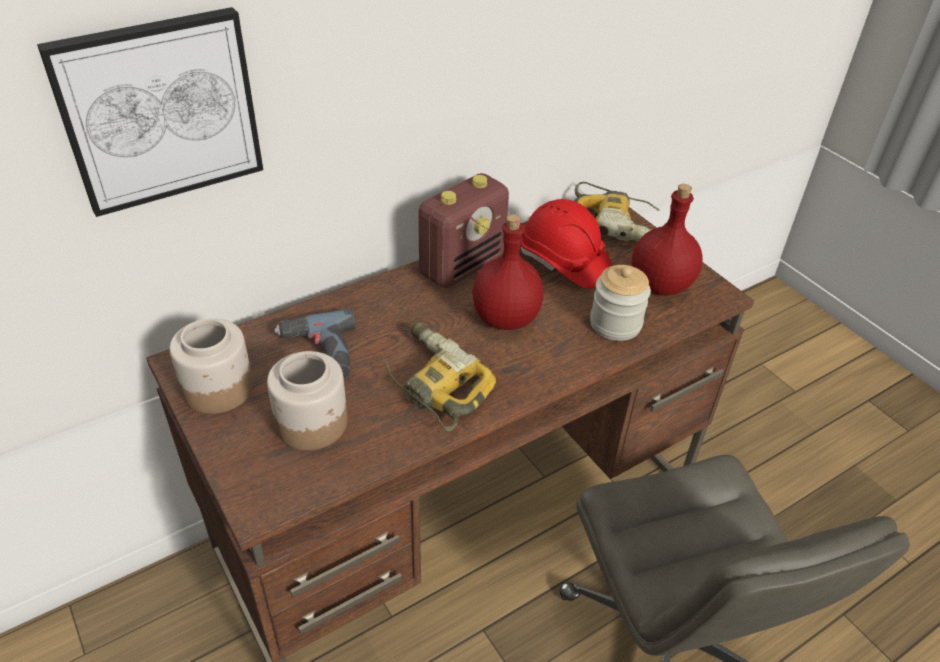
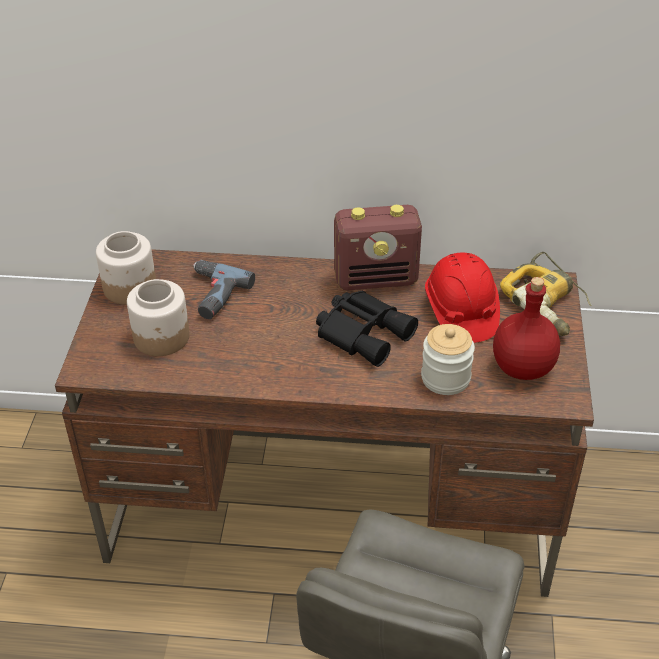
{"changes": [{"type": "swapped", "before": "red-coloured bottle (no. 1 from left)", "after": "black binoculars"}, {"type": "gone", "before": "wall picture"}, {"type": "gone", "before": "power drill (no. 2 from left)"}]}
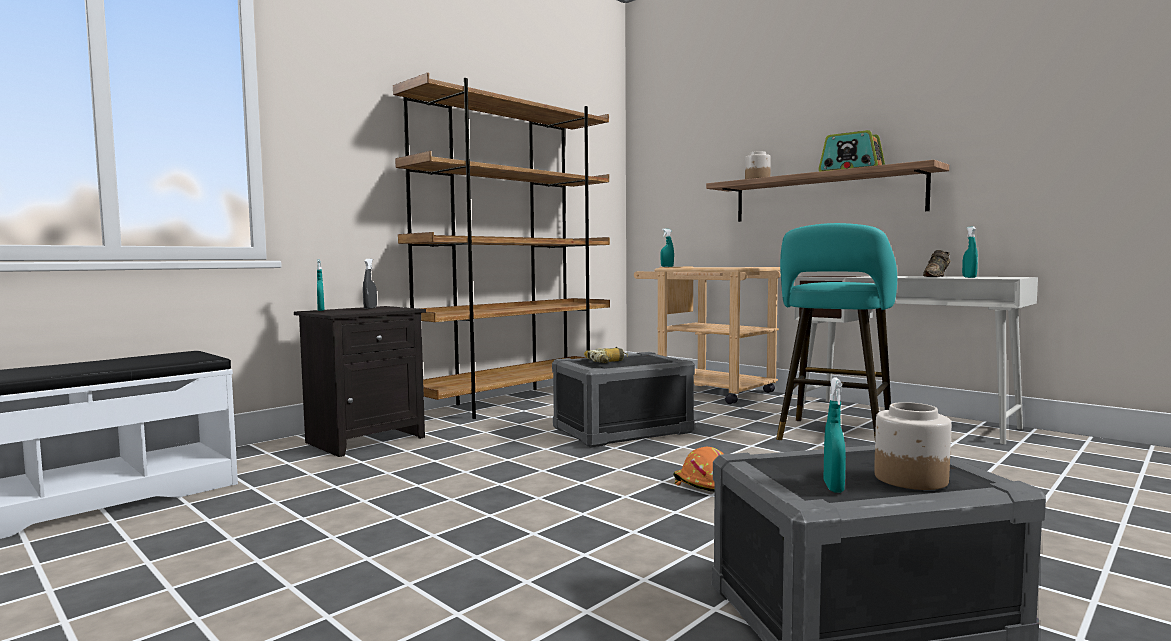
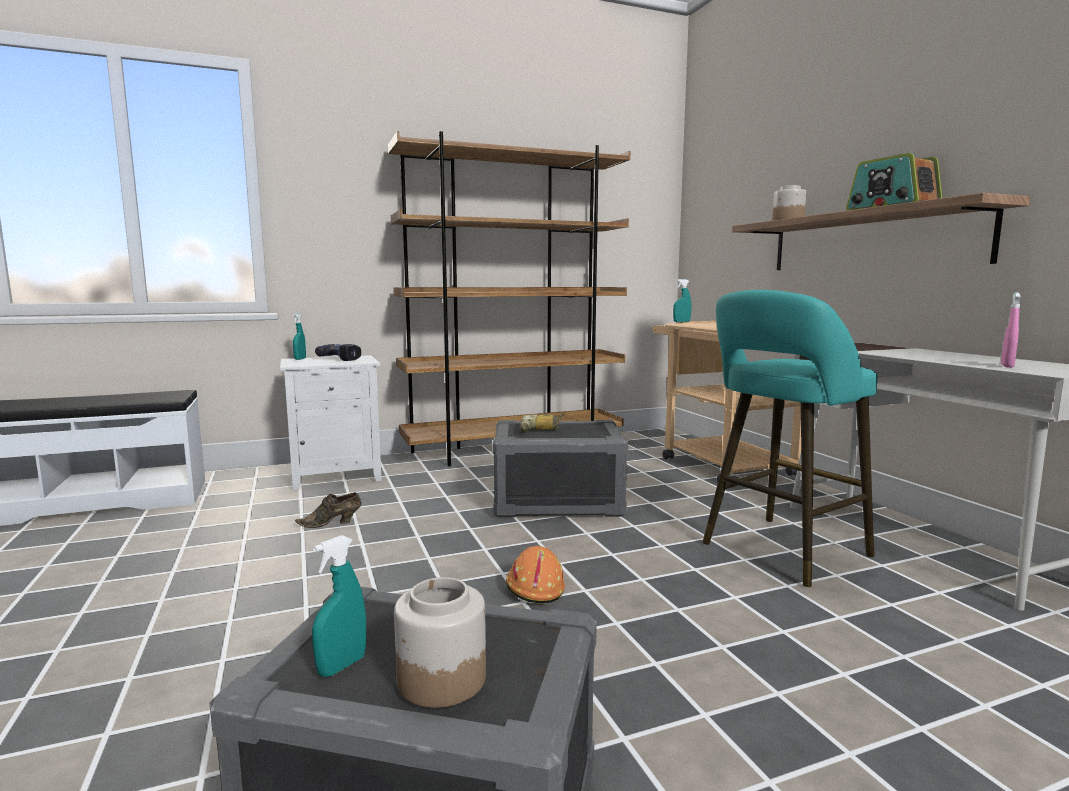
{"changes": [{"type": "repainted", "before": "black bedside table", "after": "white bedside table"}, {"type": "shifted", "before": "brown low shoe"}, {"type": "swapped", "before": "greyish spray bottle", "after": "power drill (no. 1 from left)"}, {"type": "repainted", "before": "turquoise spray bottle (no. 4 from left)", "after": "pinkish spray bottle"}]}
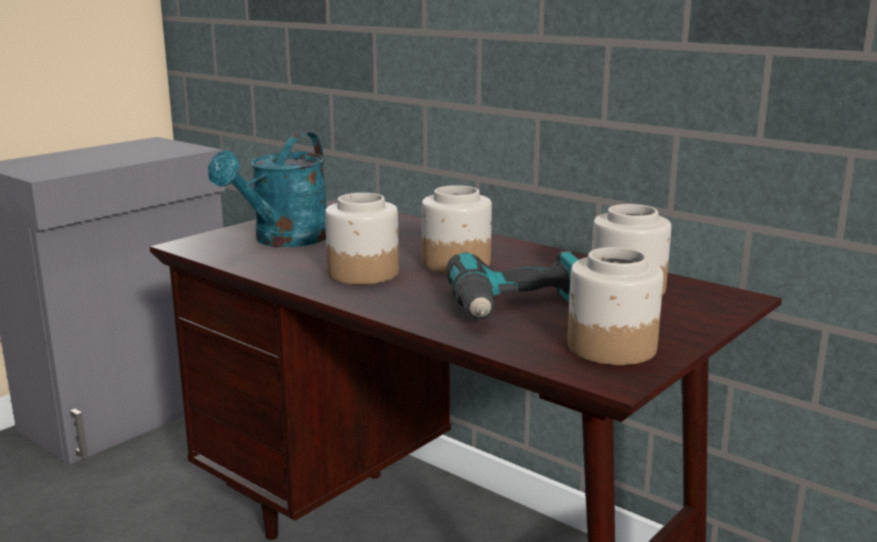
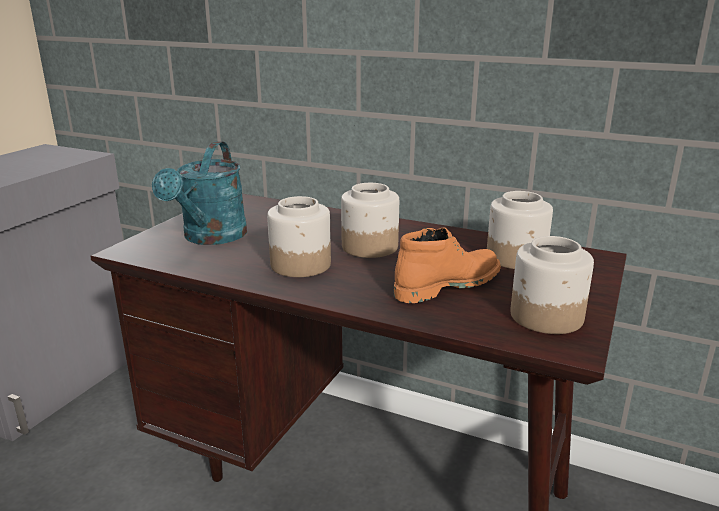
{"changes": [{"type": "swapped", "before": "power drill", "after": "orangey tall boot"}]}
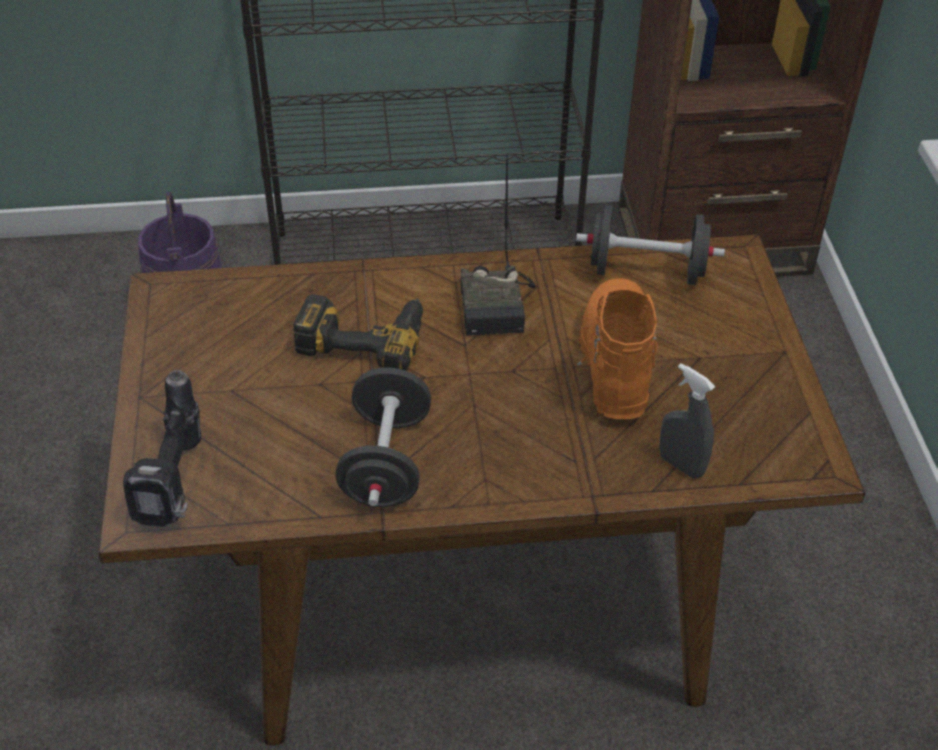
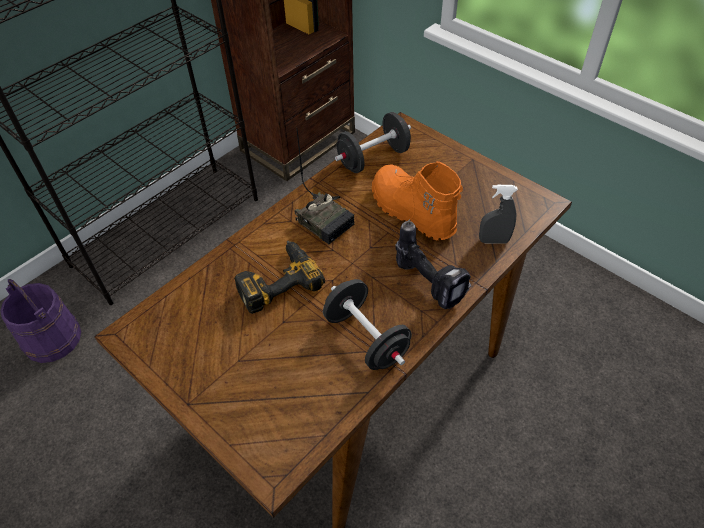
{"changes": [{"type": "shifted", "before": "power drill (no. 1 from left in the first image)", "after": "power drill (no. 2 from left)"}]}
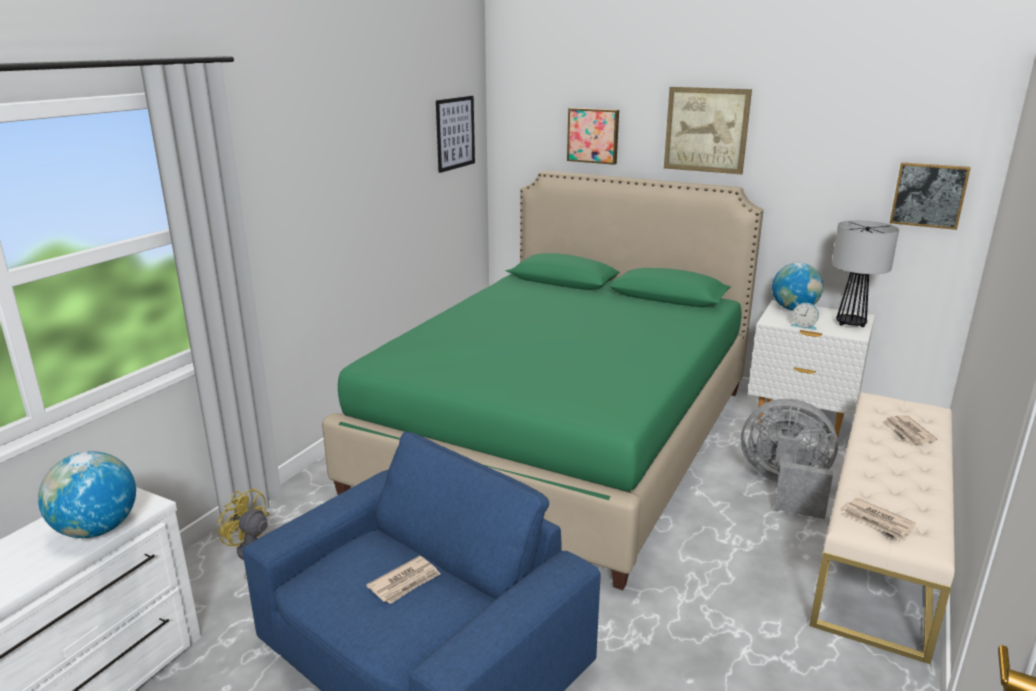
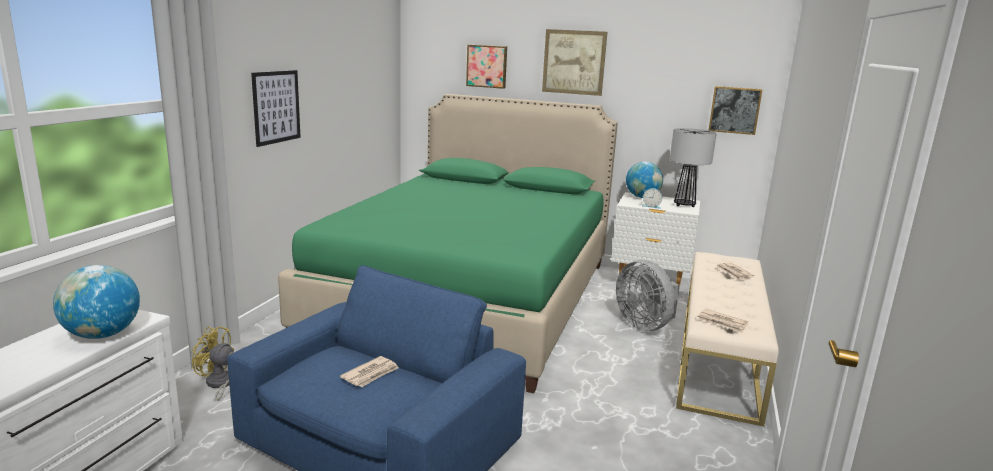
{"changes": [{"type": "shifted", "before": "wall picture (no. 1 from left)"}, {"type": "rotated", "before": "greyish cooling fan", "turn": -135}]}
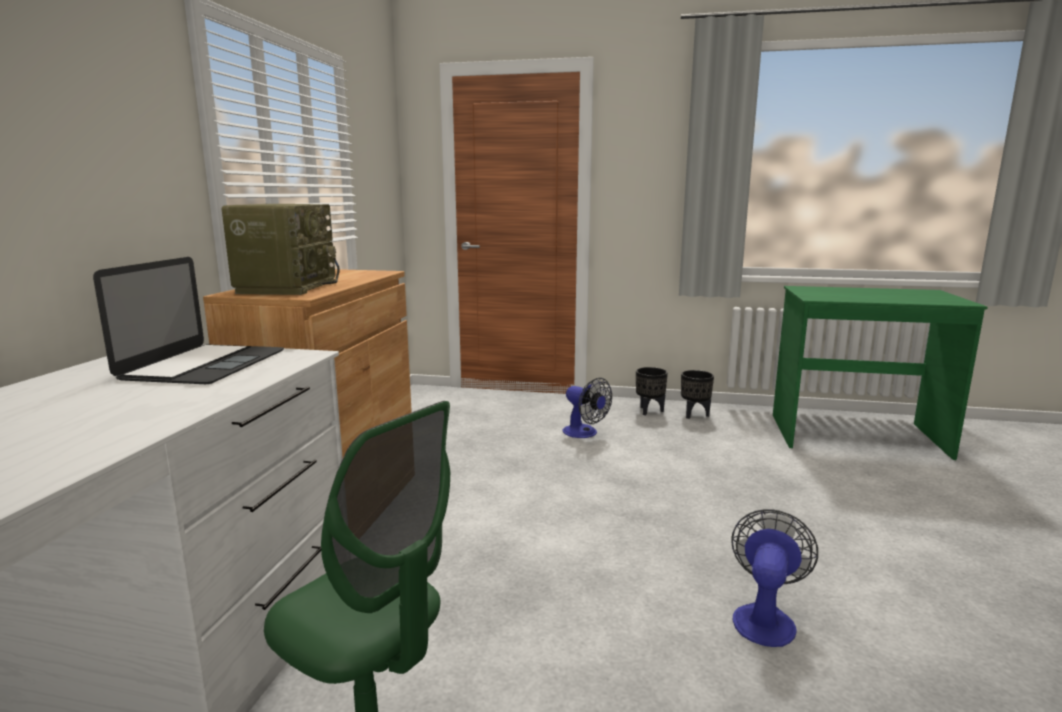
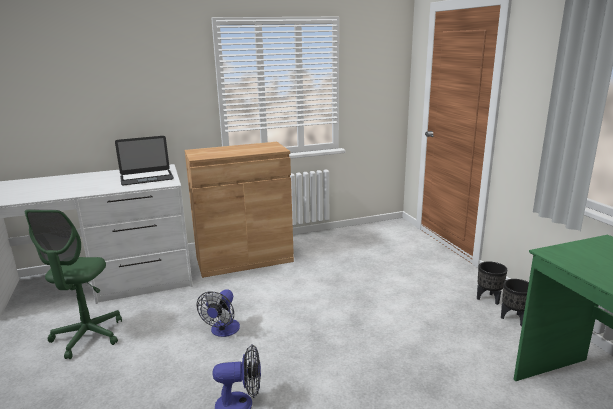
{"changes": [{"type": "shifted", "before": "cooling fan (no. 1 from left)"}, {"type": "gone", "before": "radio"}]}
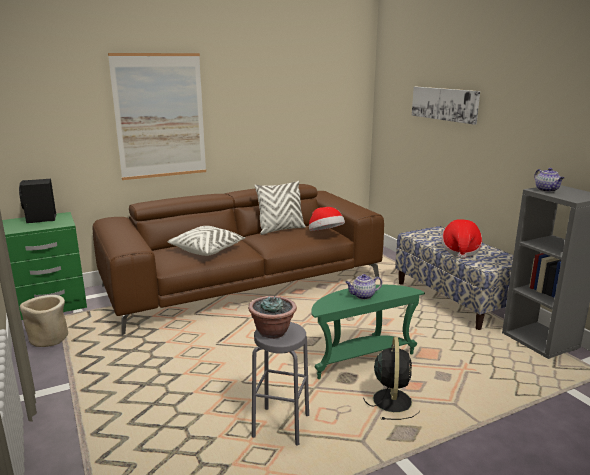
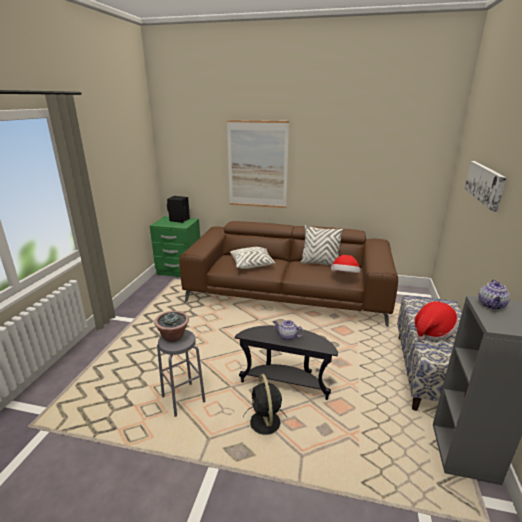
{"changes": [{"type": "repainted", "before": "green-coloured end table", "after": "black end table"}, {"type": "rotated", "before": "black cooling fan", "turn": 120}, {"type": "gone", "before": "sand-coloured flower pot"}]}
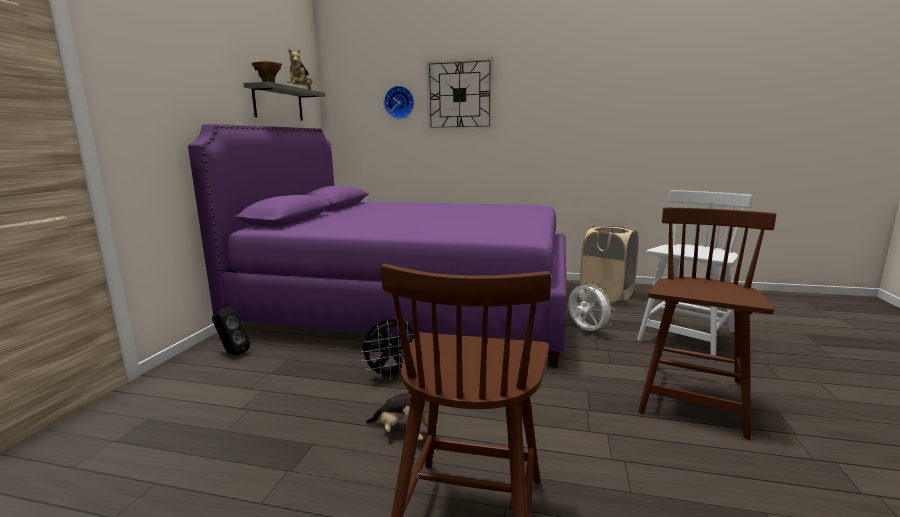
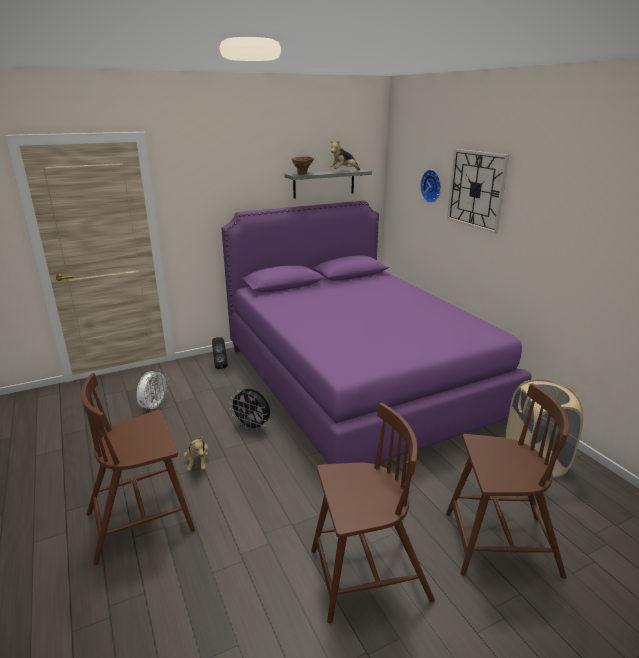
{"changes": [{"type": "shifted", "before": "white cooling fan"}, {"type": "repainted", "before": "white plain chair", "after": "brown plain chair (no. 3 from left)"}]}
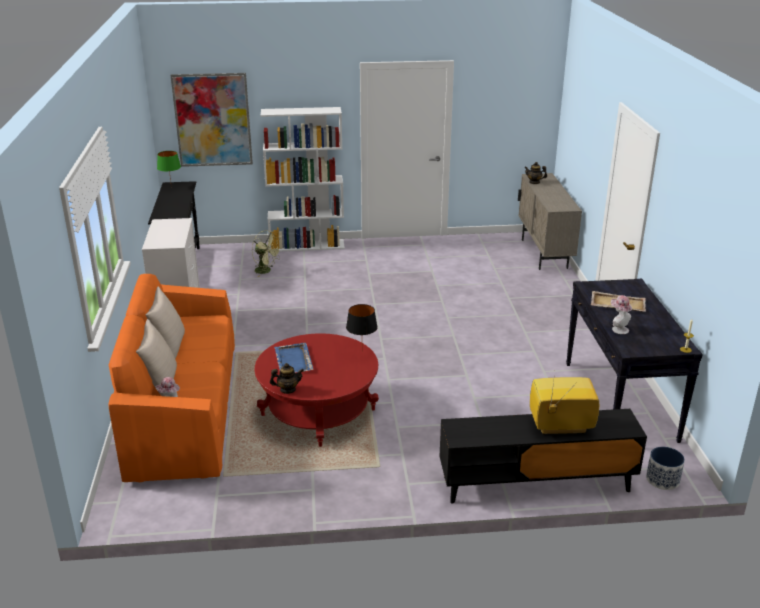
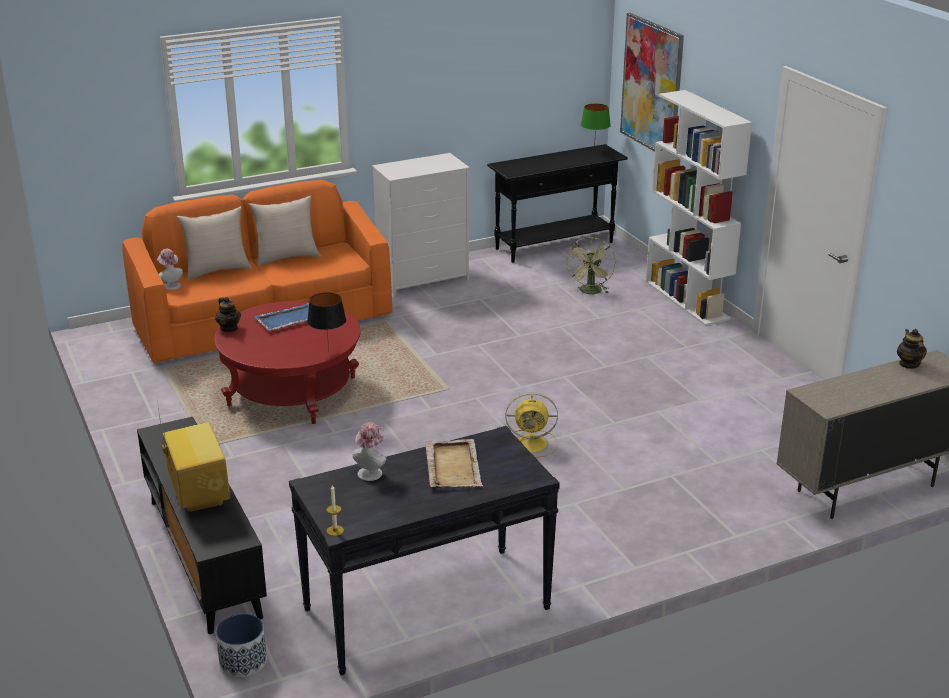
{"changes": [{"type": "new", "after": "yellow cooling fan"}]}
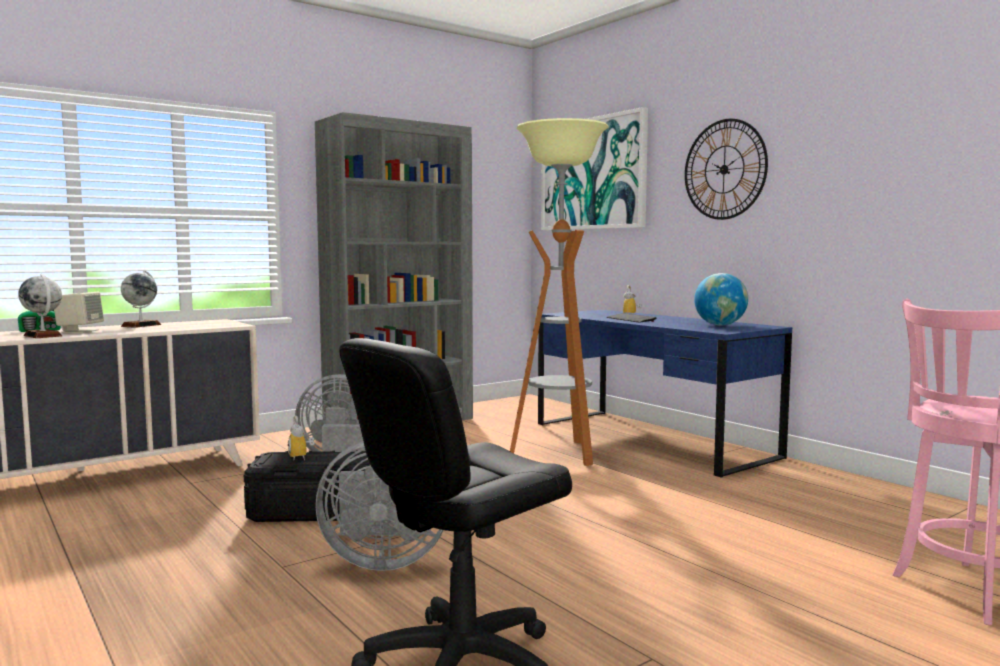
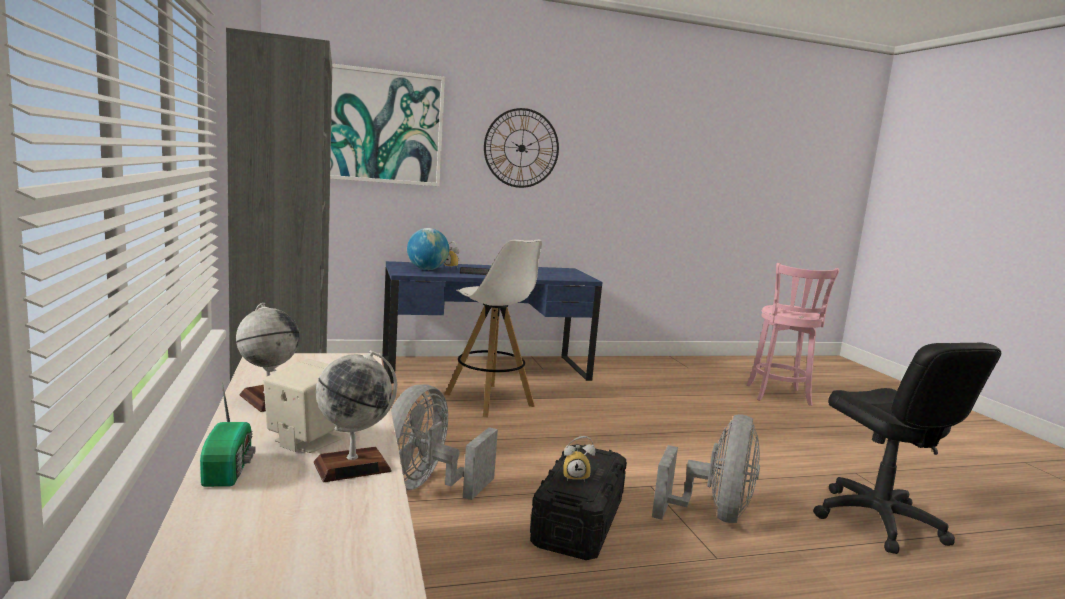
{"changes": [{"type": "shifted", "before": "desk globe (no. 3 from left)"}, {"type": "swapped", "before": "floor lamp", "after": "white stool"}]}
